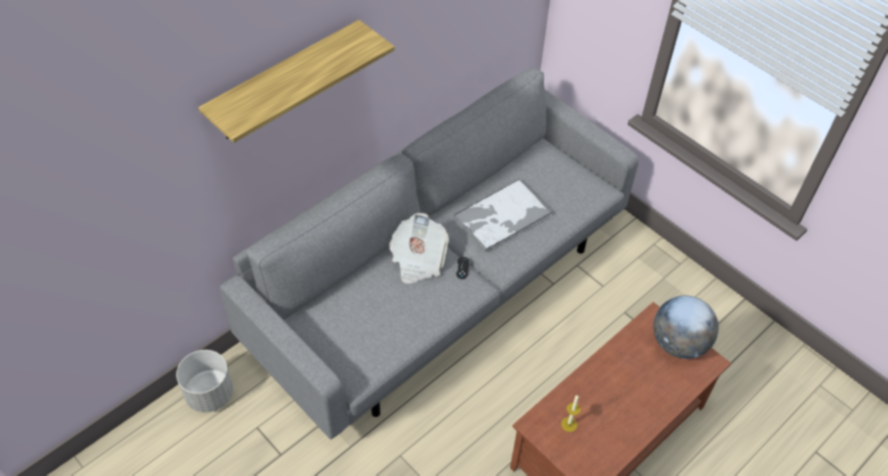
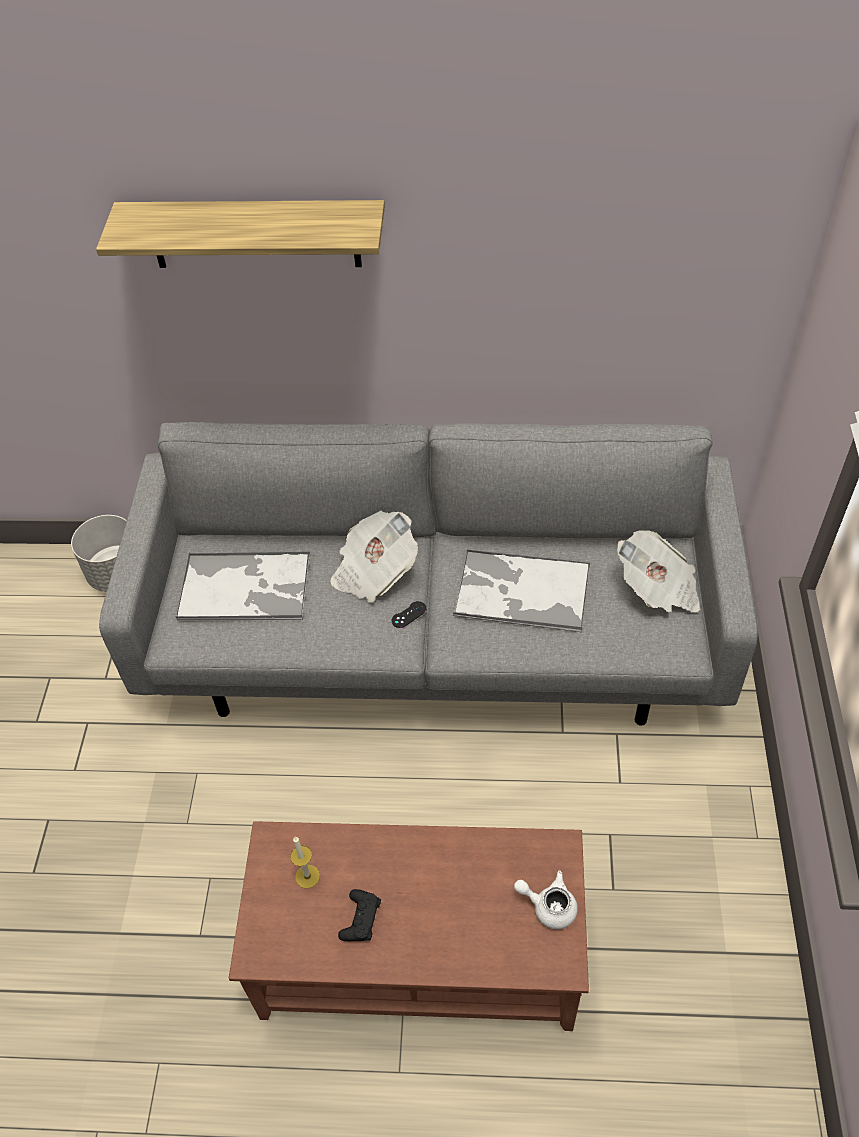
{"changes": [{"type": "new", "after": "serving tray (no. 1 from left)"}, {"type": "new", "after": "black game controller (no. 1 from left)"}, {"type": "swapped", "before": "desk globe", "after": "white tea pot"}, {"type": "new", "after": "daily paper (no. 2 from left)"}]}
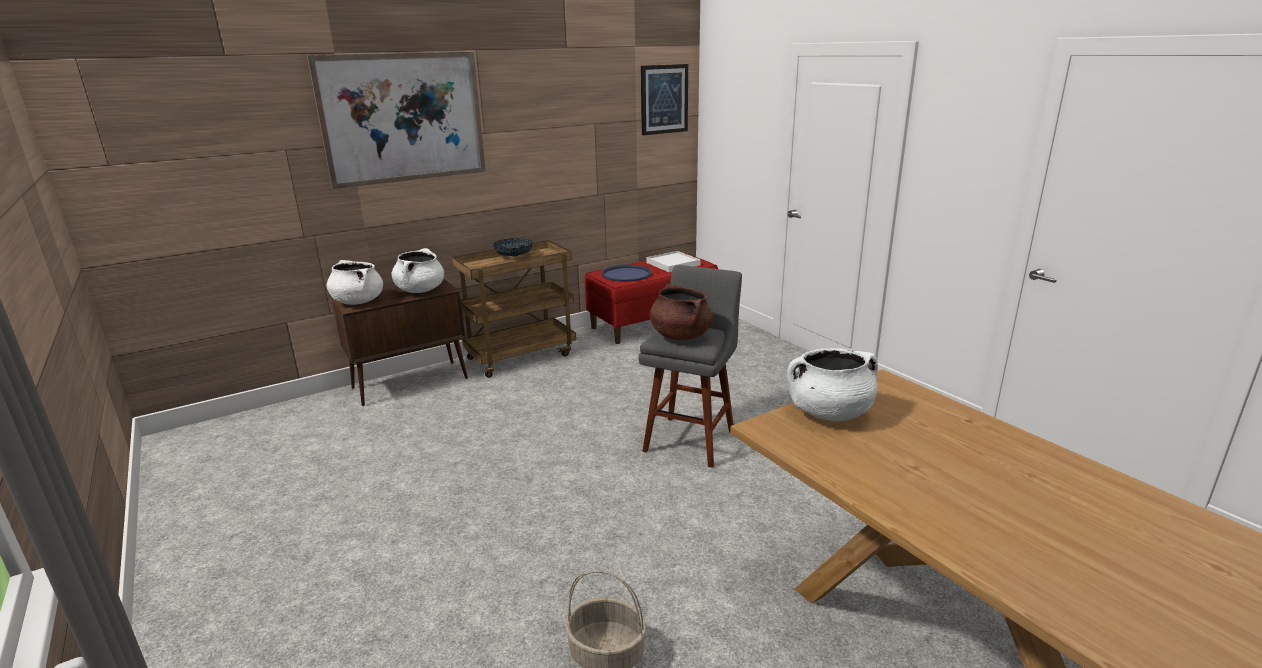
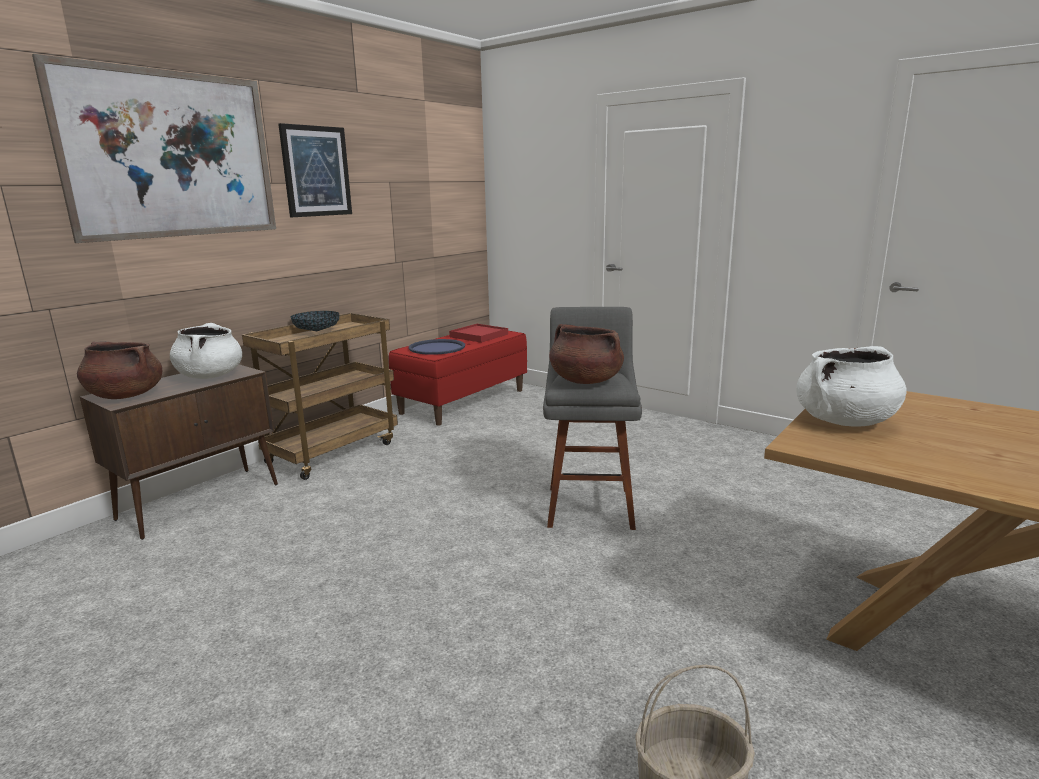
{"changes": [{"type": "repainted", "before": "white saucepot (no. 1 from left)", "after": "brown saucepot (no. 1 from left)"}, {"type": "shifted", "before": "wall picture (no. 2 from left)"}, {"type": "repainted", "before": "white serving tray", "after": "red-coloured serving tray"}]}
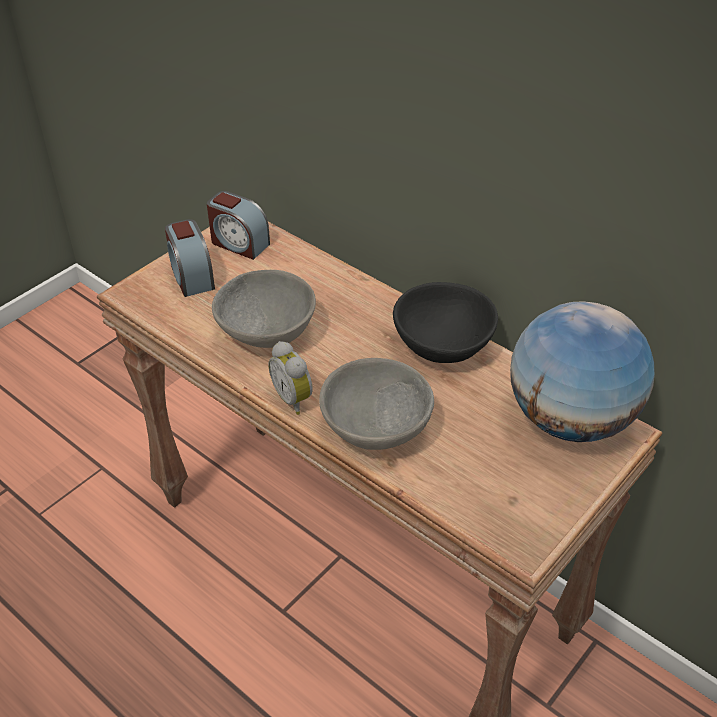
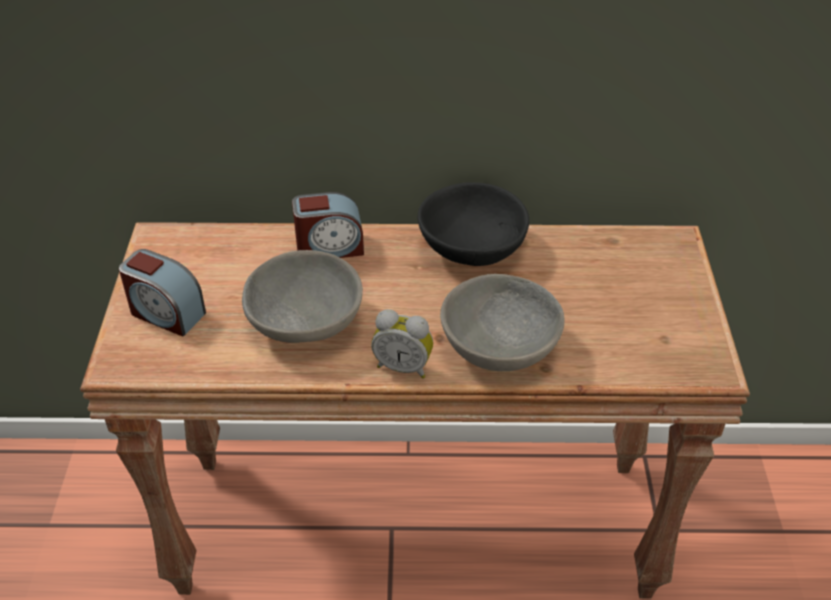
{"changes": [{"type": "shifted", "before": "alarm clock (no. 2 from left)"}, {"type": "gone", "before": "desk globe"}]}
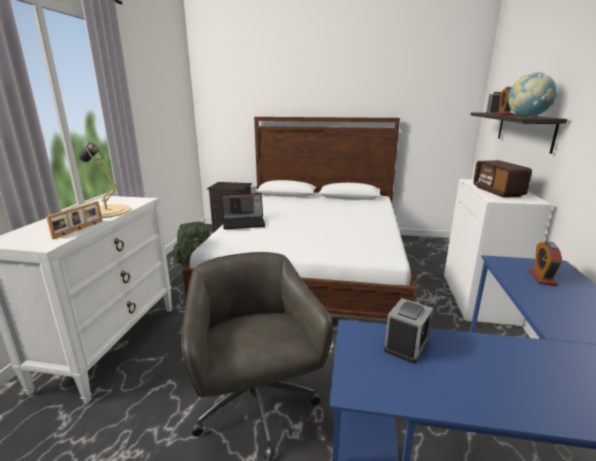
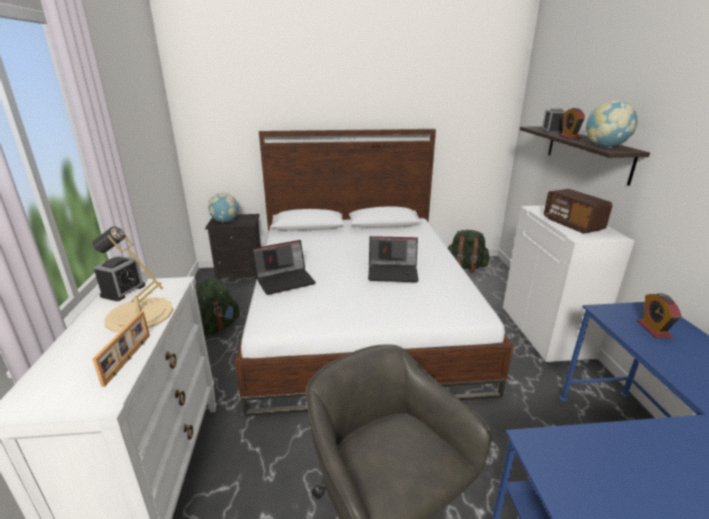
{"changes": [{"type": "shifted", "before": "alarm clock (no. 1 from left)"}, {"type": "new", "after": "desk globe (no. 1 from left)"}, {"type": "new", "after": "notebook computer (no. 2 from left)"}, {"type": "new", "after": "green-coloured rucksack (no. 2 from left)"}]}
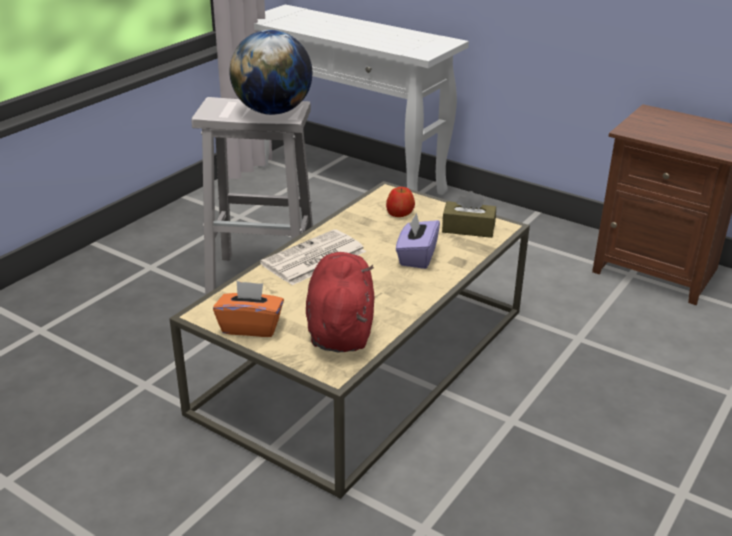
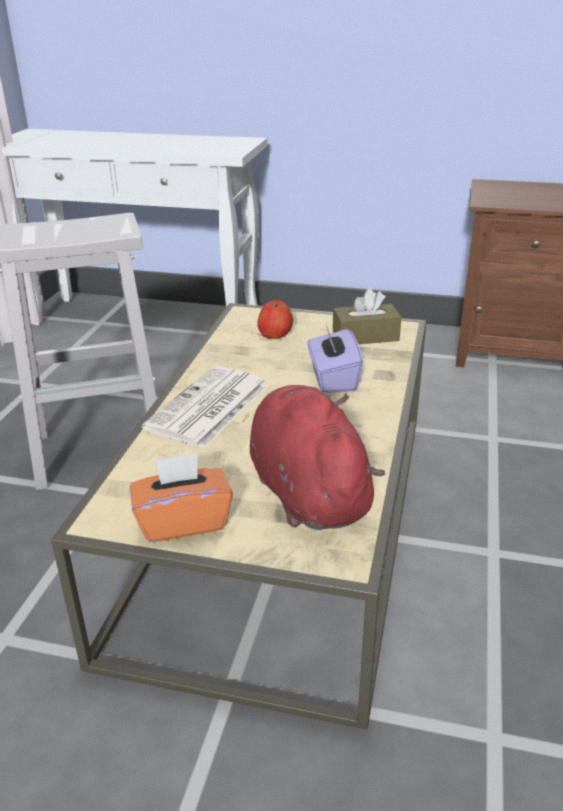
{"changes": [{"type": "gone", "before": "desk globe"}]}
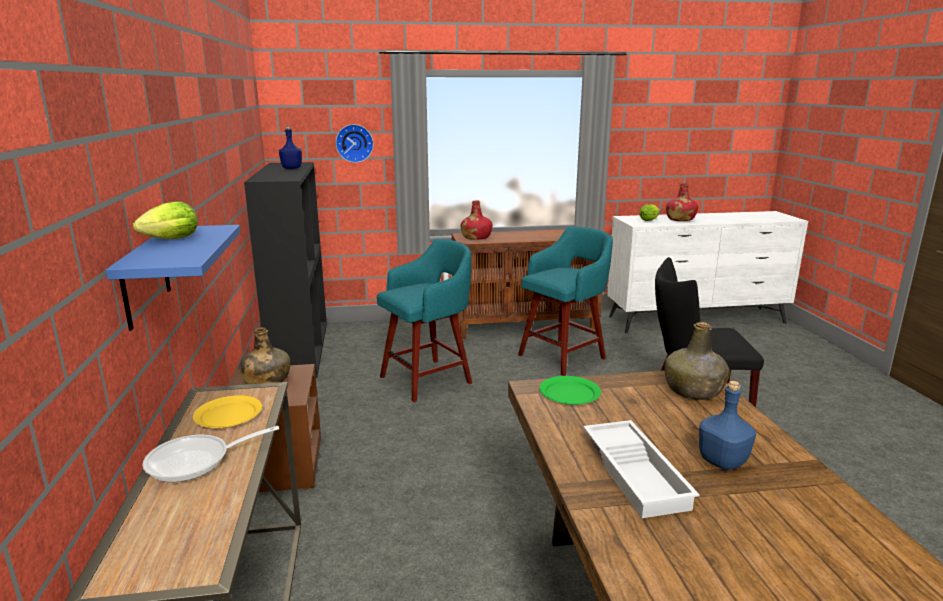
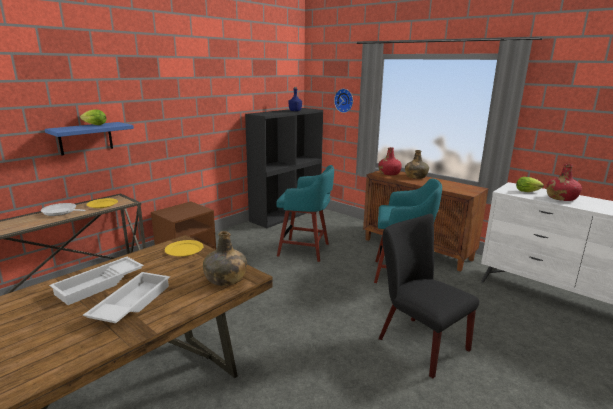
{"changes": [{"type": "swapped", "before": "blue bottle (no. 2 from left)", "after": "white serving tray (no. 2 from left)"}, {"type": "repainted", "before": "green-coloured flat dish", "after": "yellow flat dish (no. 2 from left)"}, {"type": "shifted", "before": "green-coloured bottle (no. 1 from left in the first image)", "after": "green-coloured bottle (no. 2 from left)"}]}
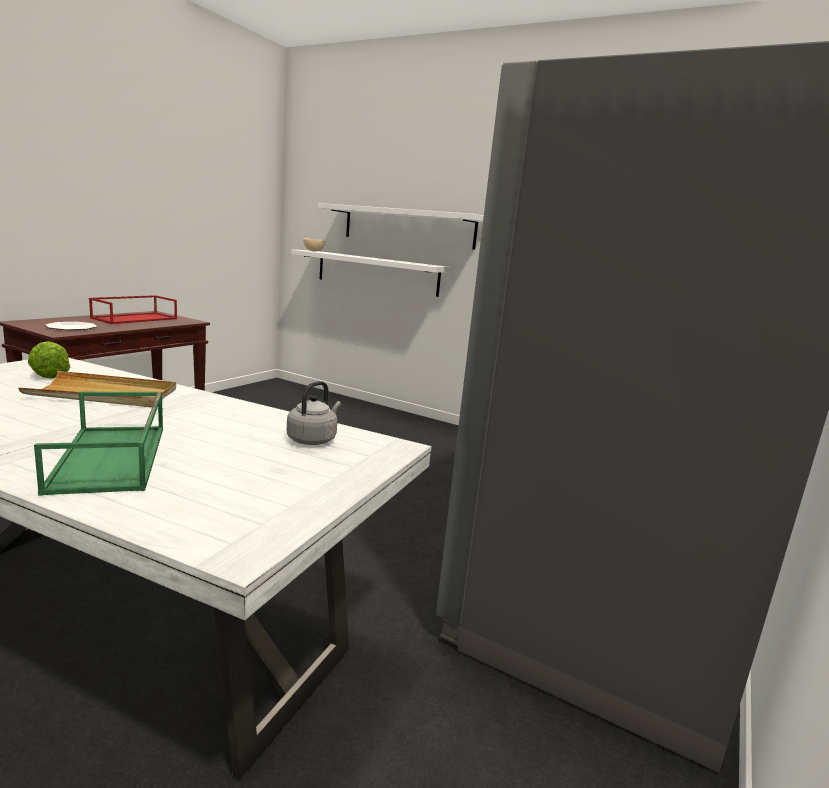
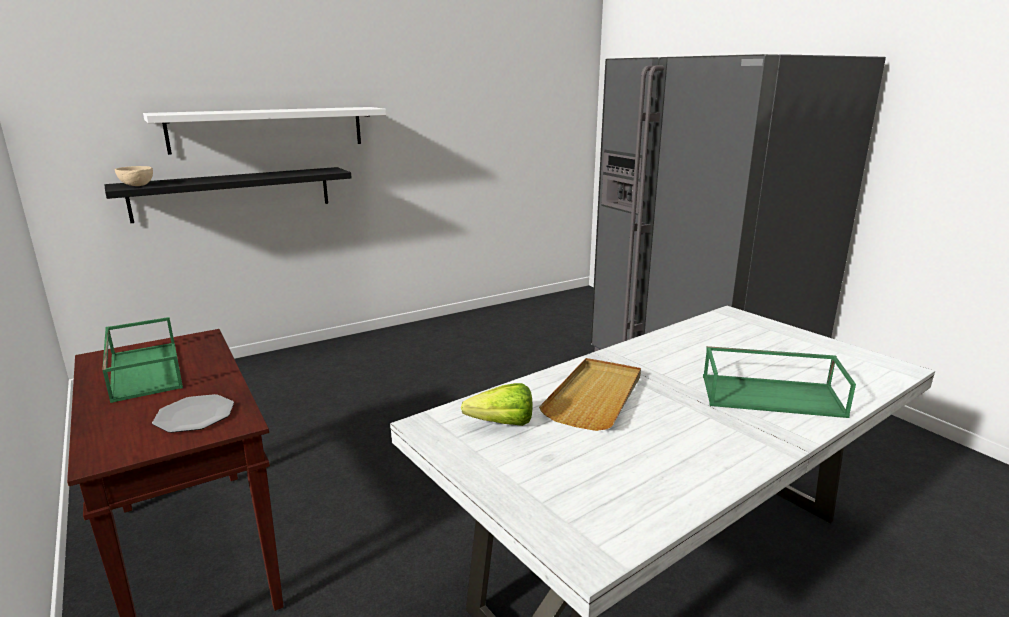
{"changes": [{"type": "repainted", "before": "red-coloured serving tray", "after": "green-coloured serving tray (no. 1 from left)"}, {"type": "repainted", "before": "white shelf (no. 1 from left)", "after": "black shelf"}, {"type": "gone", "before": "greyish kettle"}]}
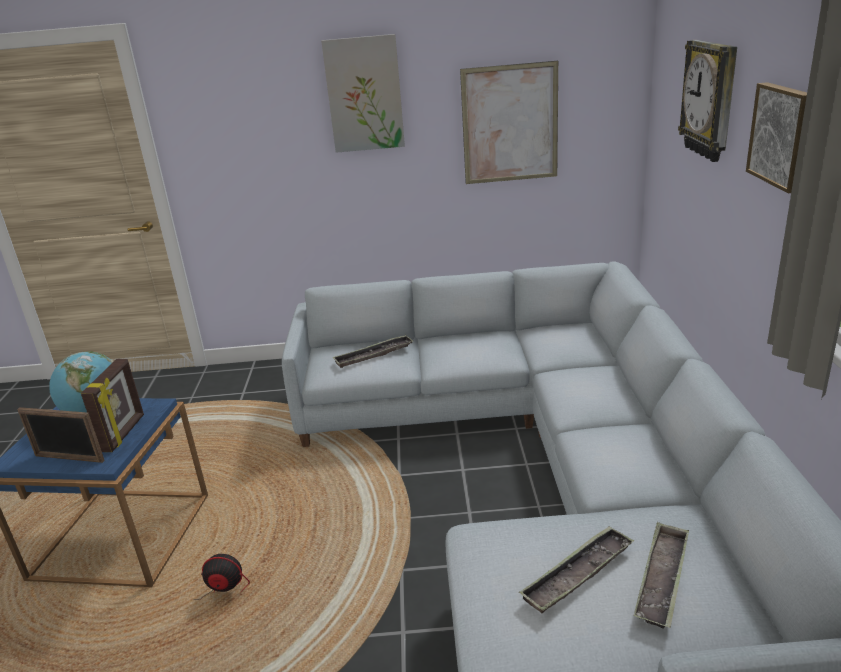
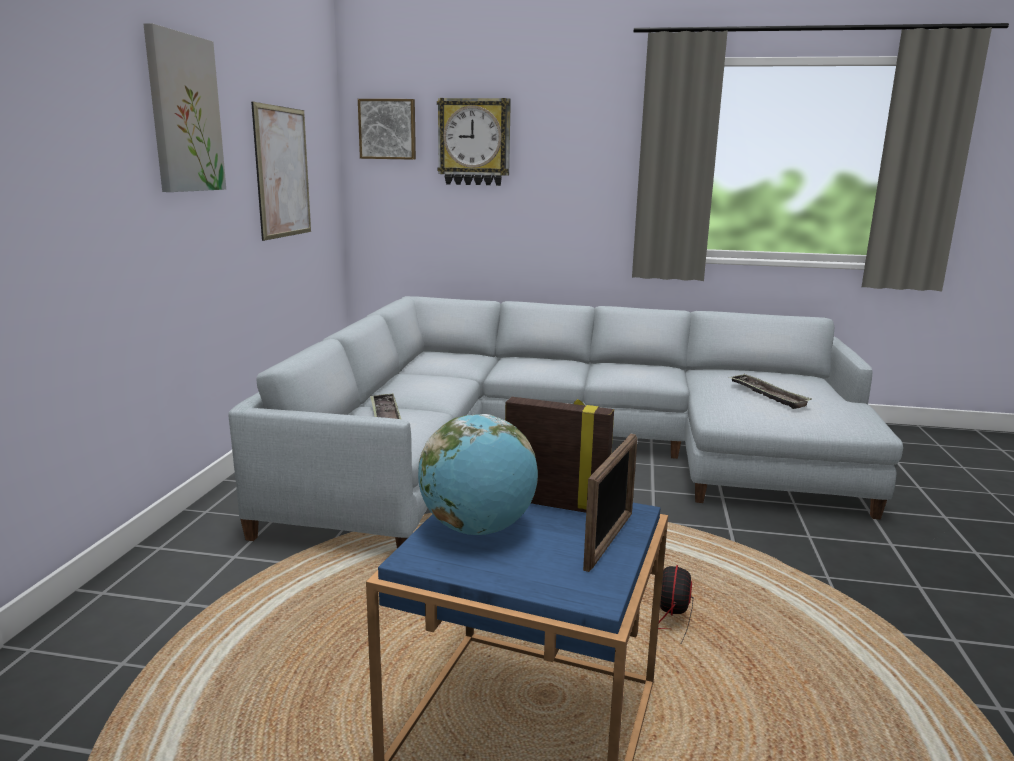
{"changes": [{"type": "shifted", "before": "wall picture (no. 3 from left)"}, {"type": "gone", "before": "serving tray (no. 3 from left)"}]}
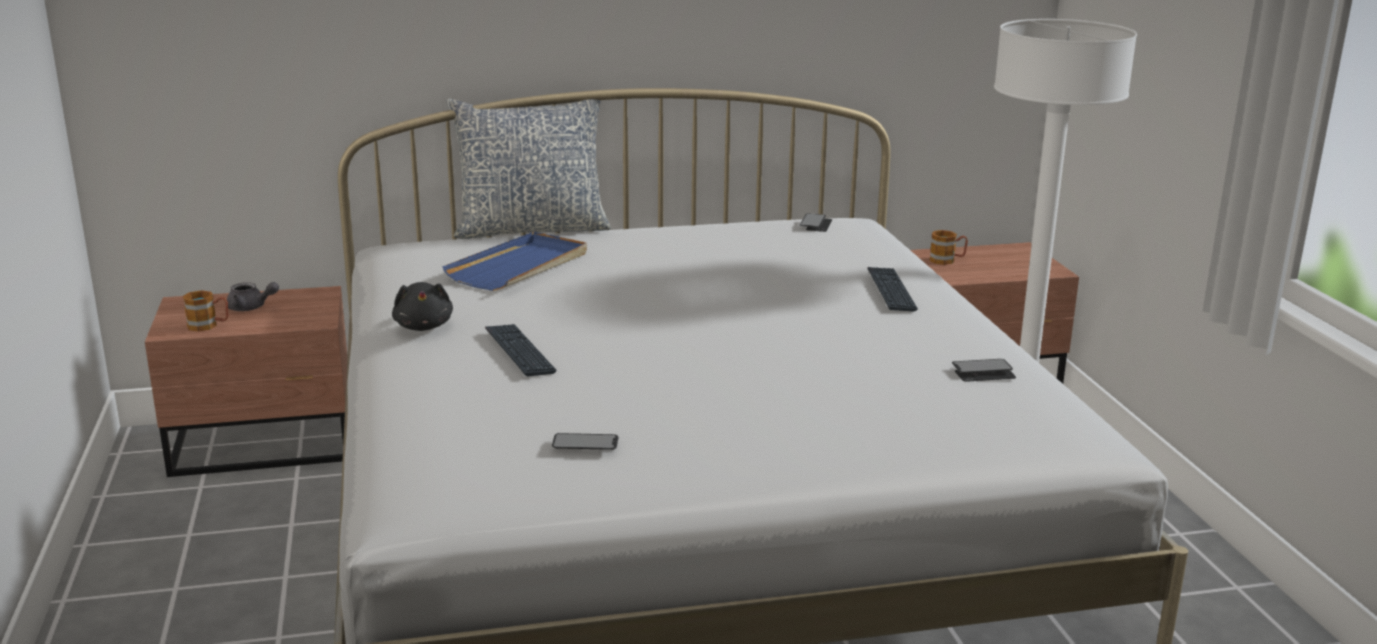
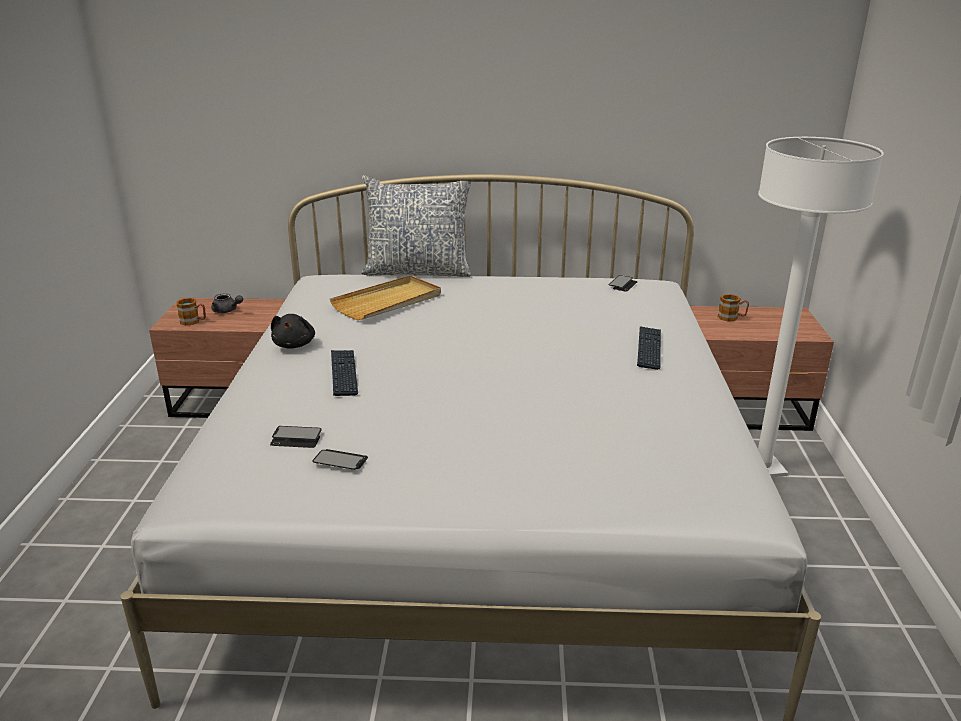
{"changes": [{"type": "shifted", "before": "handset (no. 3 from left in the first image)", "after": "handset (no. 1 from left)"}, {"type": "repainted", "before": "blue serving tray", "after": "sand-coloured serving tray"}]}
